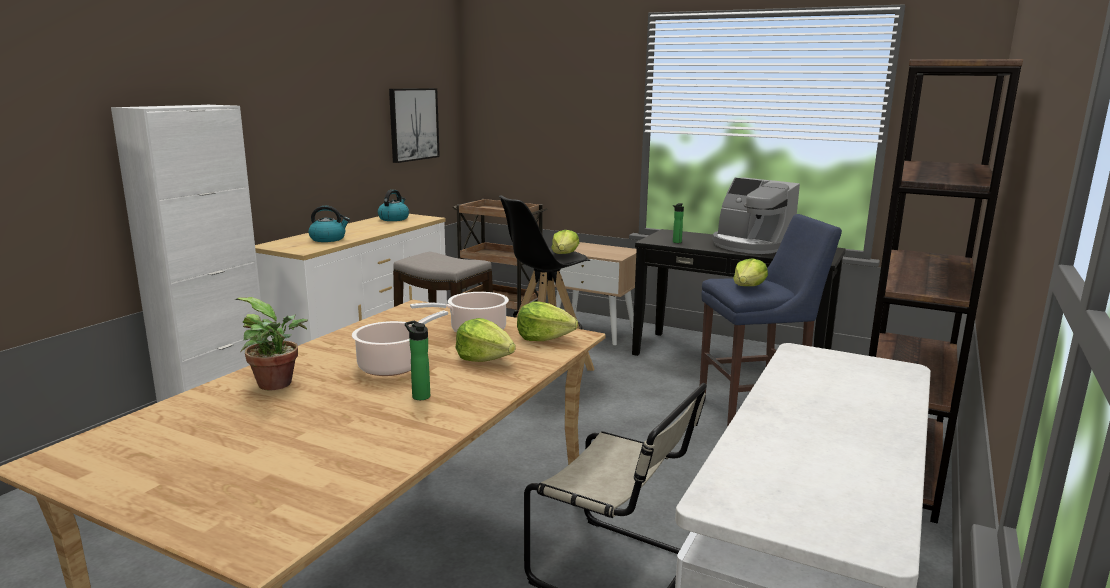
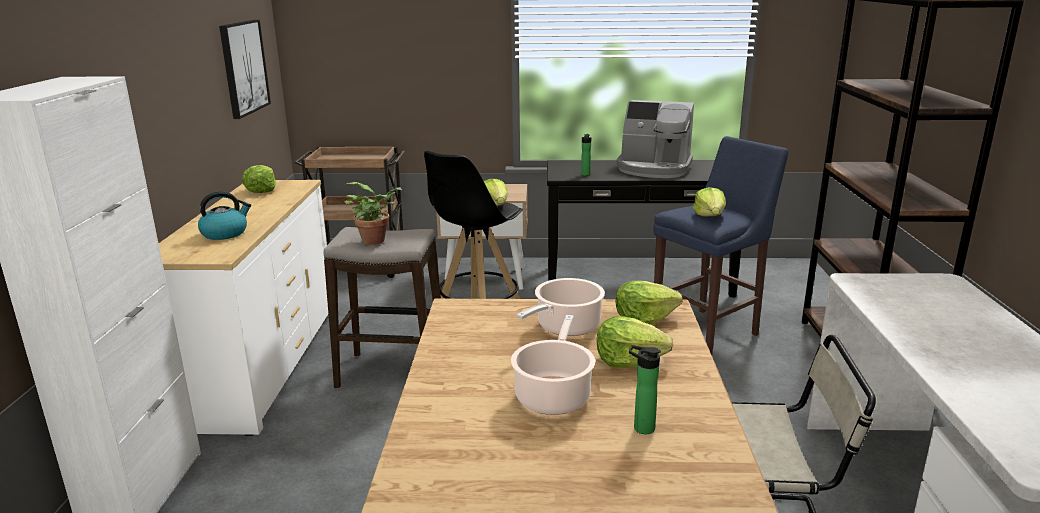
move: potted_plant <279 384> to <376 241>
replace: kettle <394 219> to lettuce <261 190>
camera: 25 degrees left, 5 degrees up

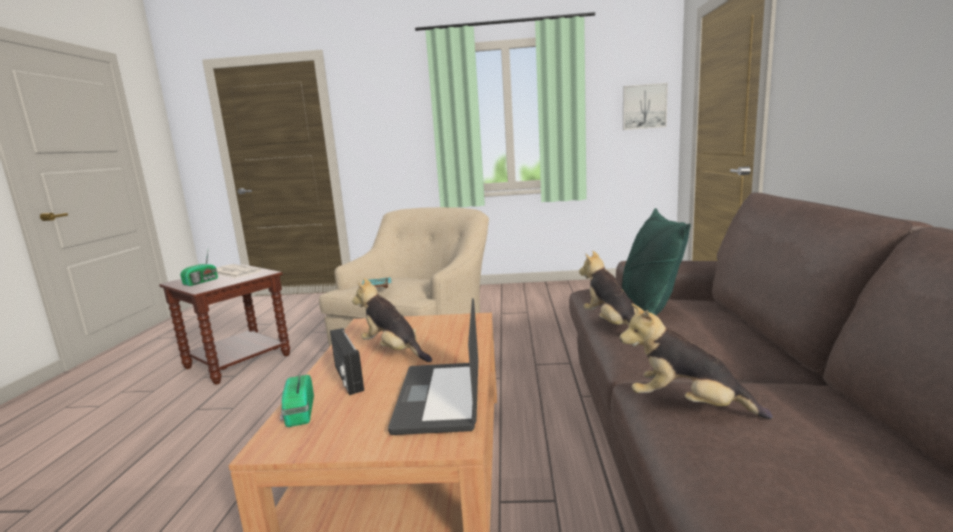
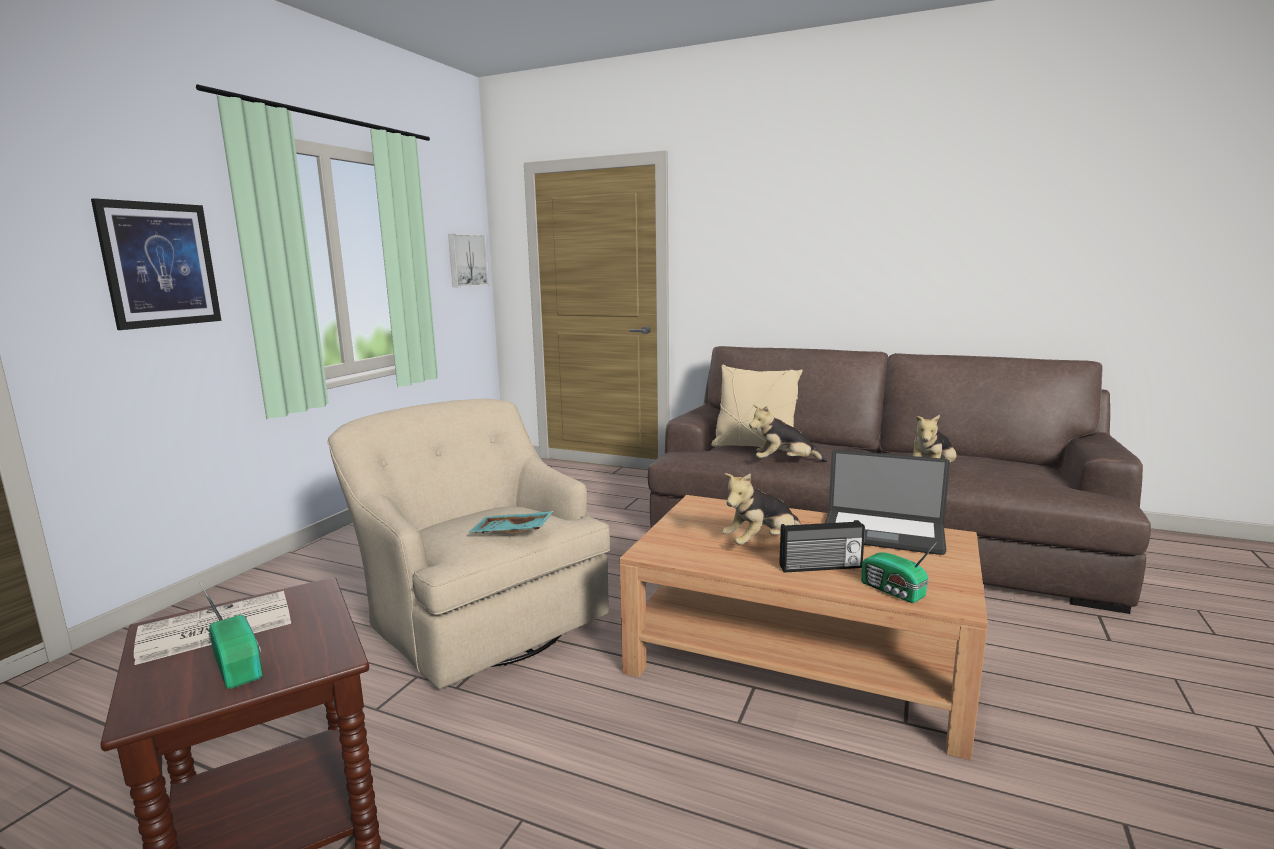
insert: picture <160 265>
recolor: green_pillow <648 306> to beige_pillow <754 447>
rotate: radio <298 413> = <893 591> 45 degrees clockwise
camera: 70 degrees left, 0 degrees up

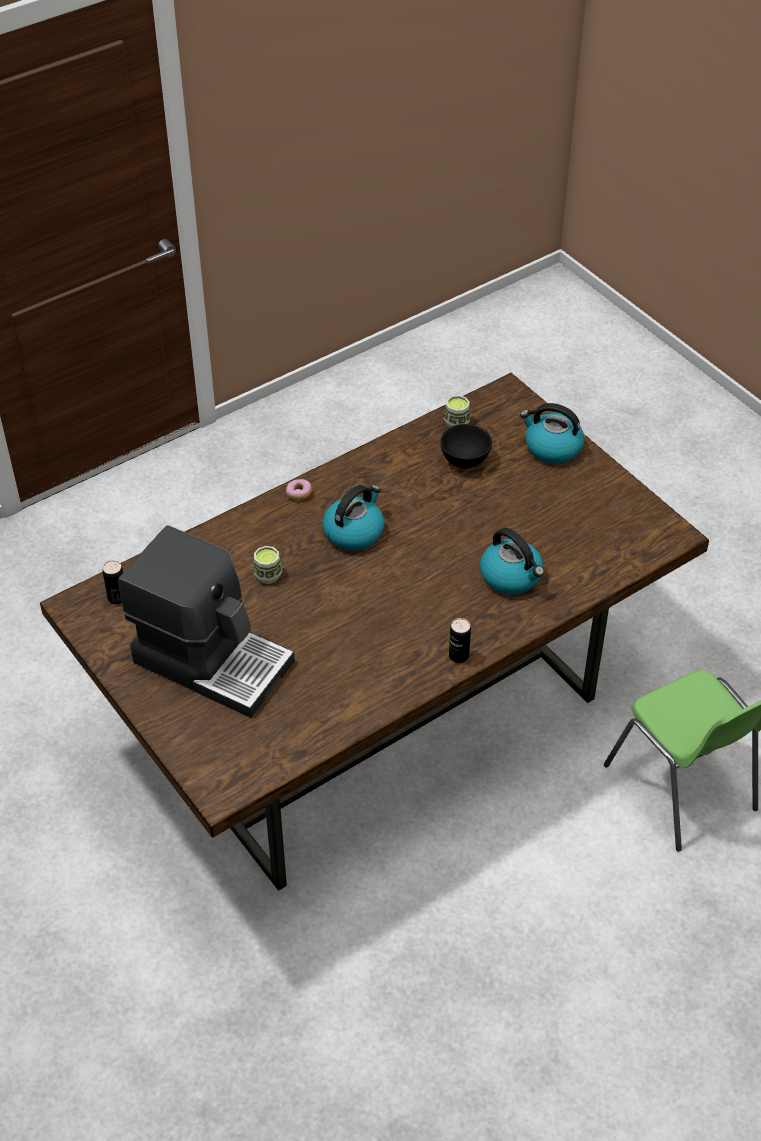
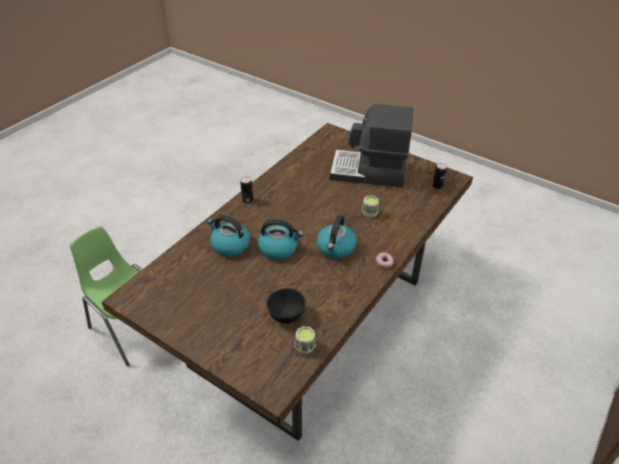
move: kettle <552 448> to <279 248>
camera: 160 degrees right, 5 degrees down

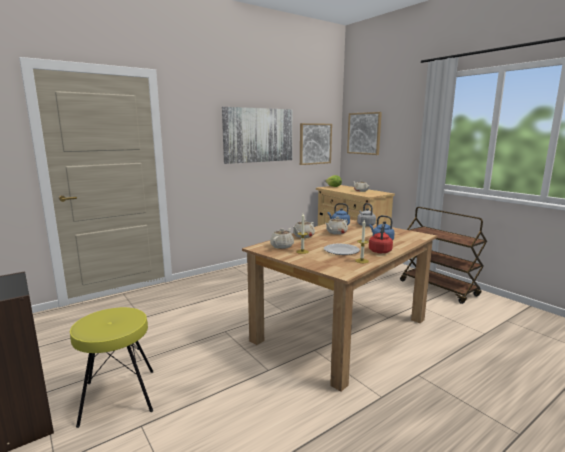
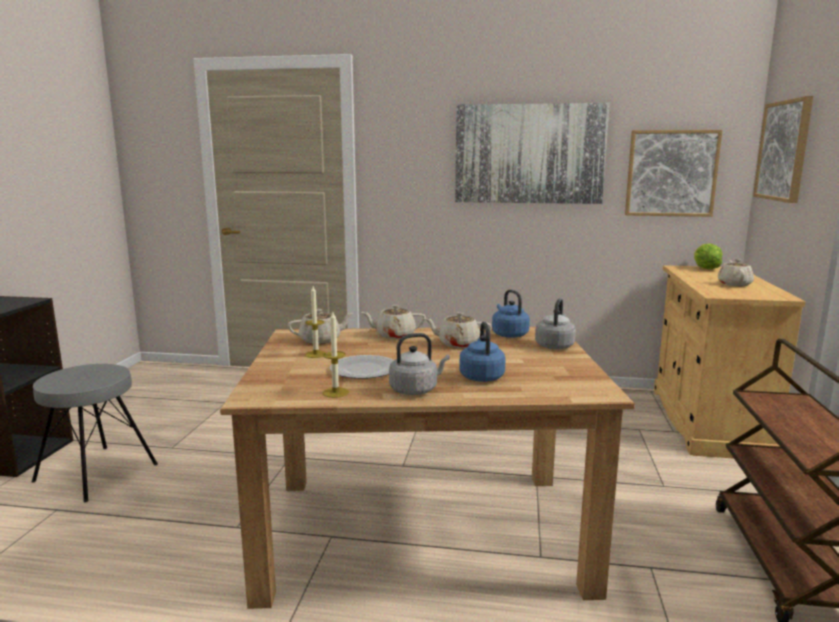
recolor: yellow_stool <118 396> to grey_stool <96 472>; red_kettle <380 251> to grey_kettle <416 390>
camera: 45 degrees right, 0 degrees up

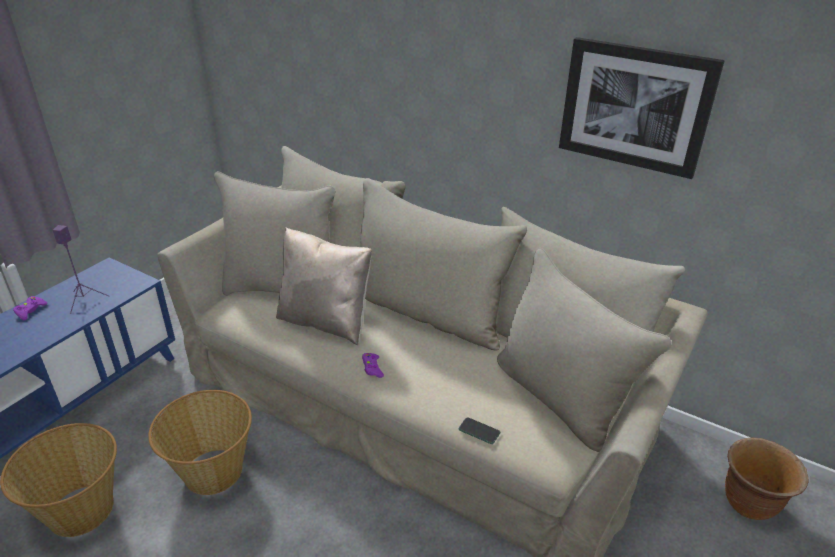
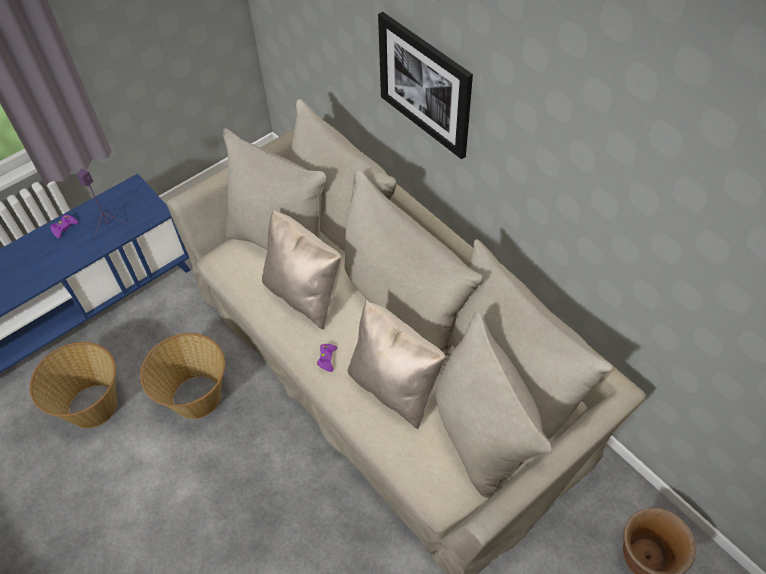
delete: phone <479 431>
insert: beige_pillow <394 386>
move: picture <635 107> to <425 85>
camera: 20 degrees right, 20 degrees up

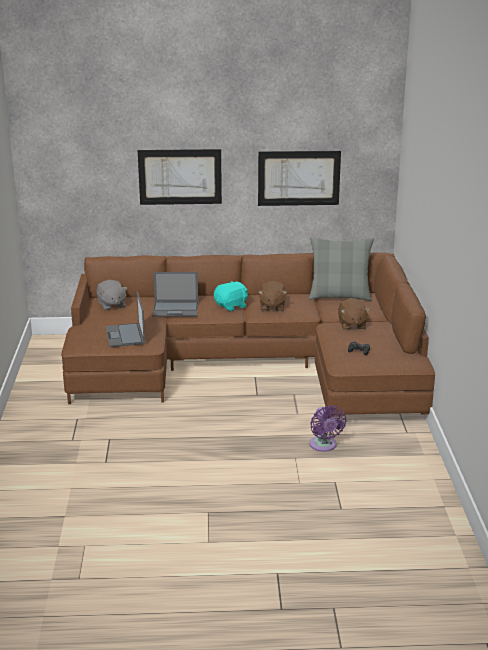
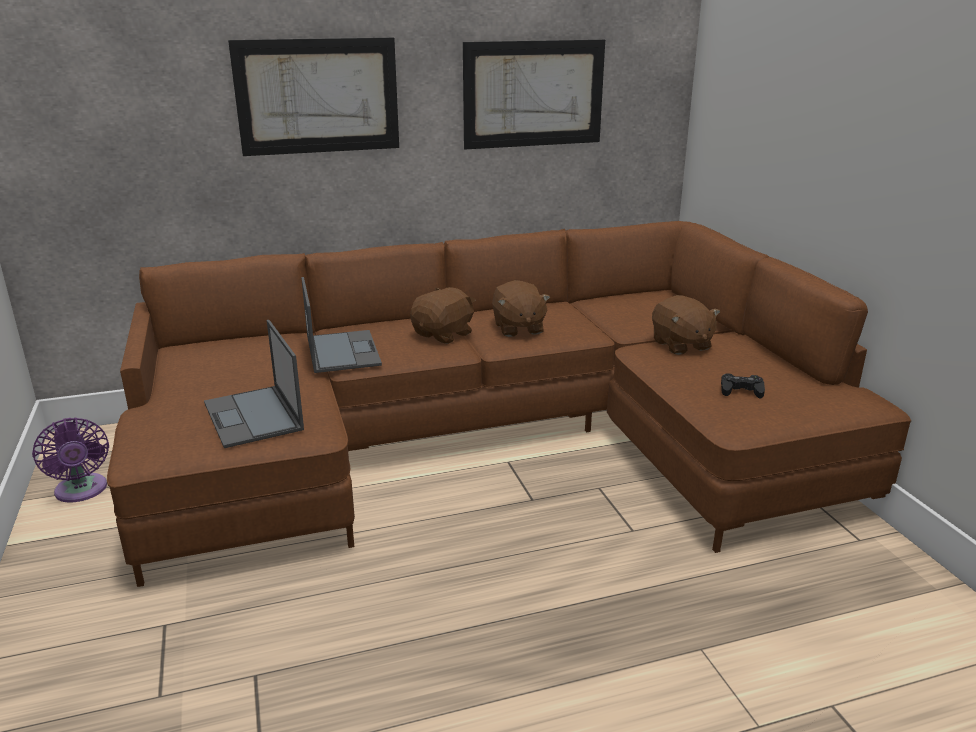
delete: grey_plush_toy <111 305>; grey_pillow <339 296>
move: purple_fan <324 446> to <81 491>
recolor: turquoise_plush_toy <231 306> to brown_plush_toy <444 334>
rotate: laptop <176 309> = <342 351> 90 degrees counterclockwise
camera: 15 degrees left, 0 degrees up

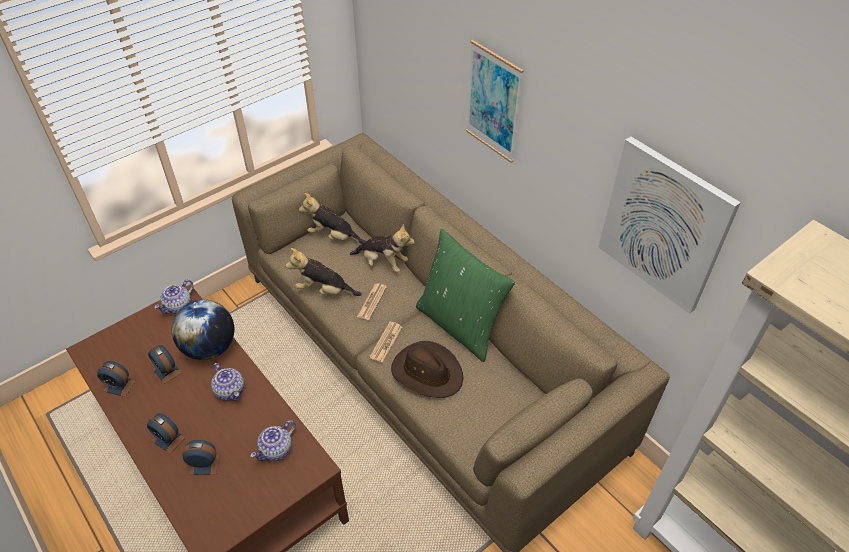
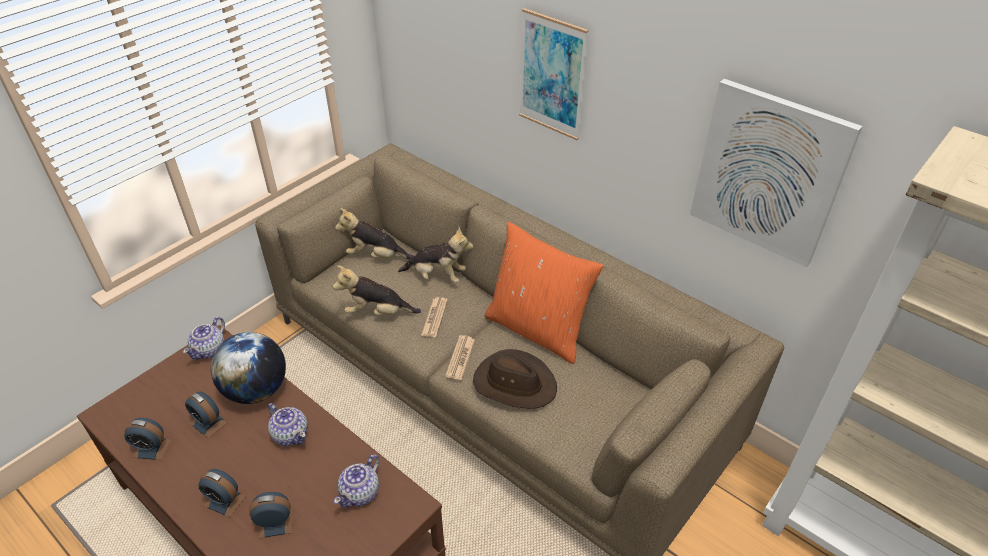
recolor: green_pillow <460 325> to orange_pillow <538 329>
camera: 10 degrees left, 5 degrees down

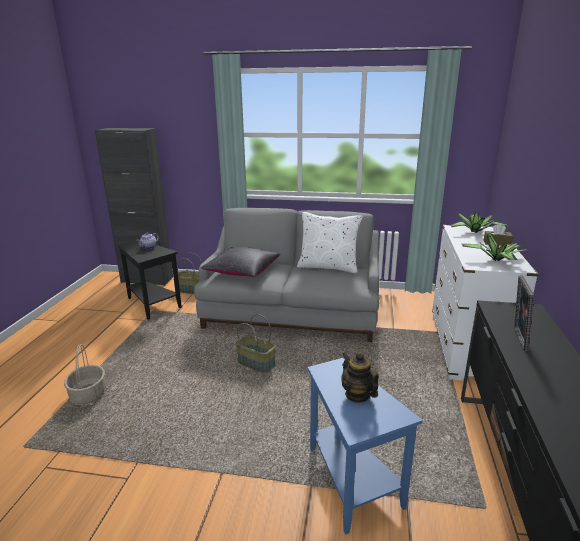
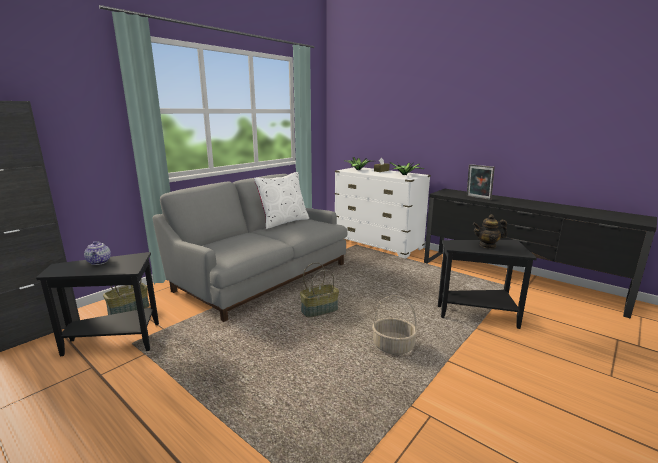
delete: black_pillow <242 271>
move: basket <88 394> to <393 346>
recolor: blue_side_table <351 484> to black_side_table <479 314>
camera: 60 degrees left, 5 degrees down

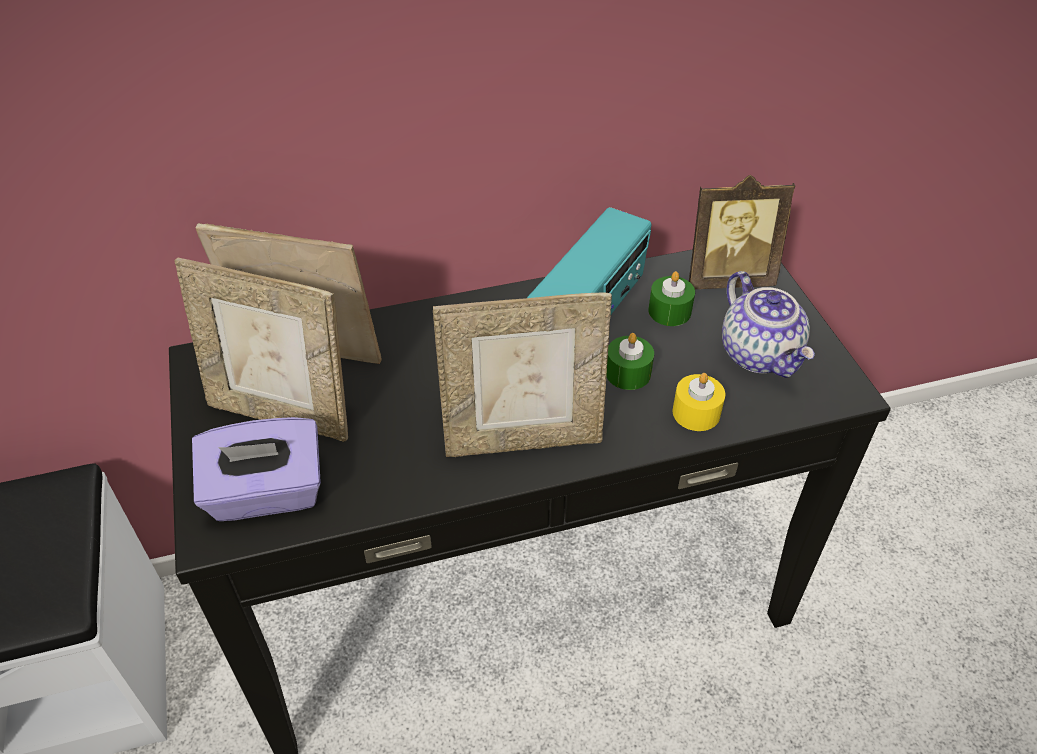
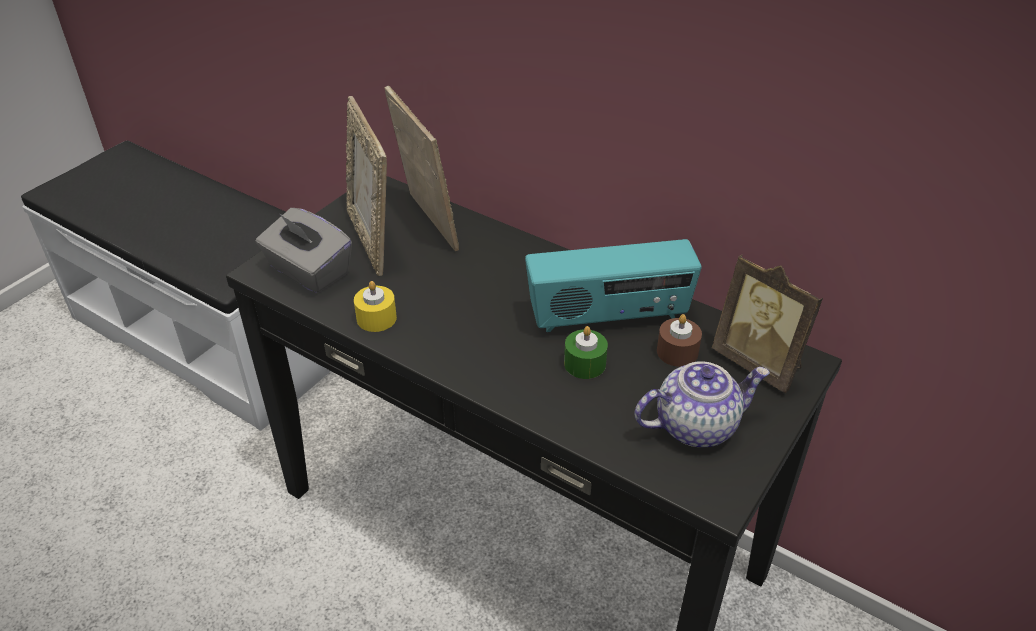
delete: picture_frame <523 439>
move: yellow_candle <696 413> to <376 318>
recolor: purple_tissue_box <267 494> to grey_tissue_box <308 271>; green_candle <669 311> to brown_candle <677 352>
rotate: teapot <760 354> = <696 425> 135 degrees counterclockwise
camera: 50 degrees right, 5 degrees down

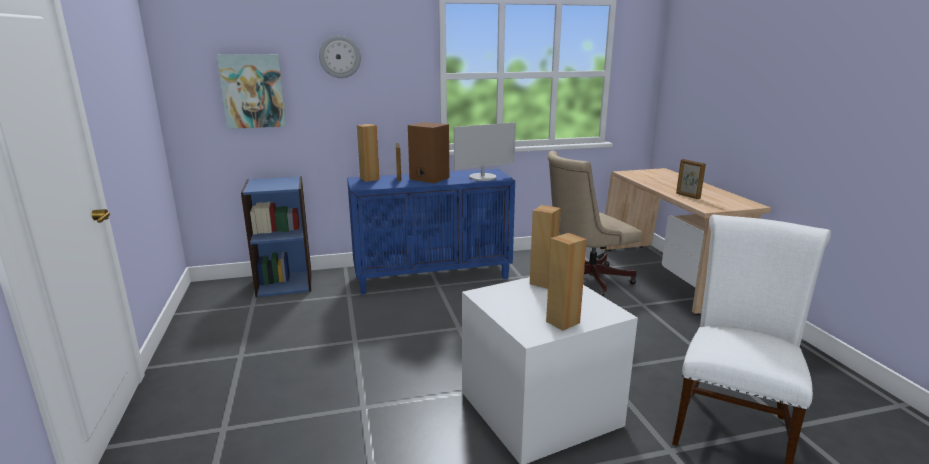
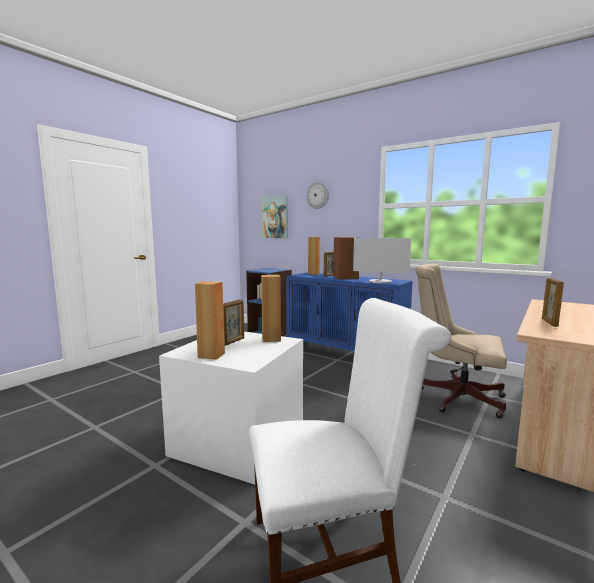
insert: picture_frame <233 342>
camera: 50 degrees right, 10 degrees down

